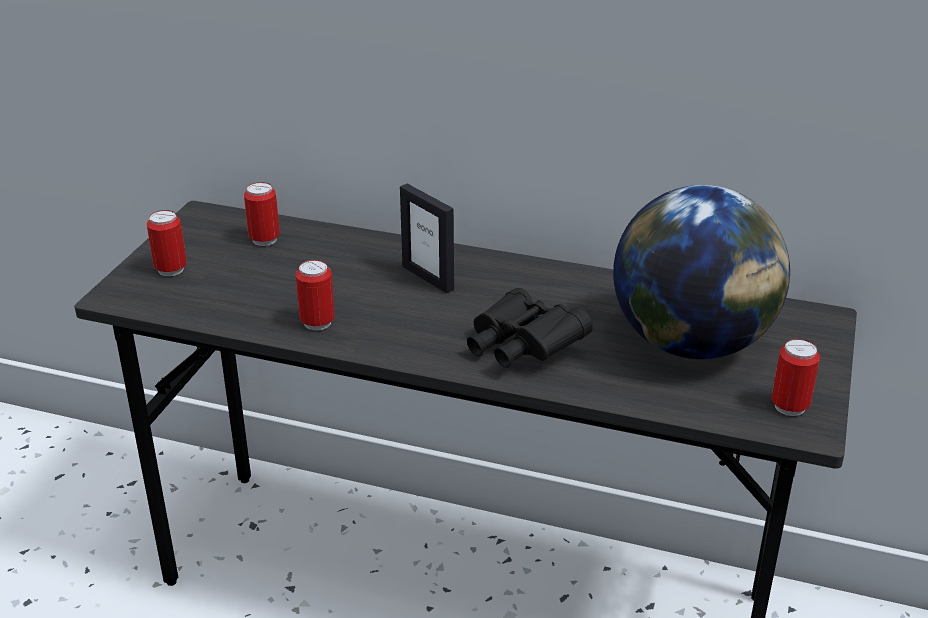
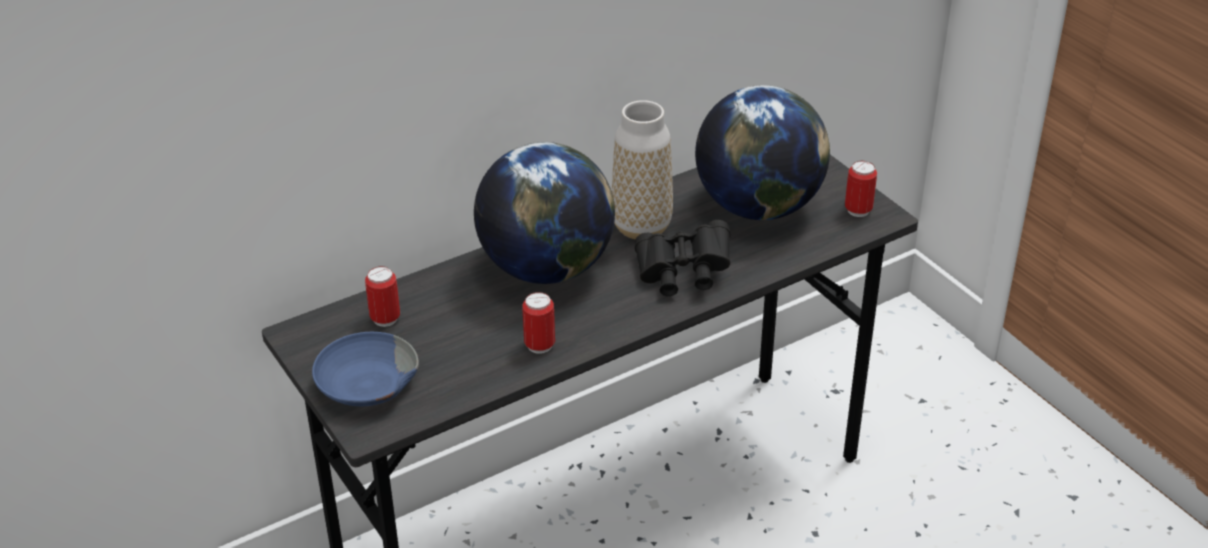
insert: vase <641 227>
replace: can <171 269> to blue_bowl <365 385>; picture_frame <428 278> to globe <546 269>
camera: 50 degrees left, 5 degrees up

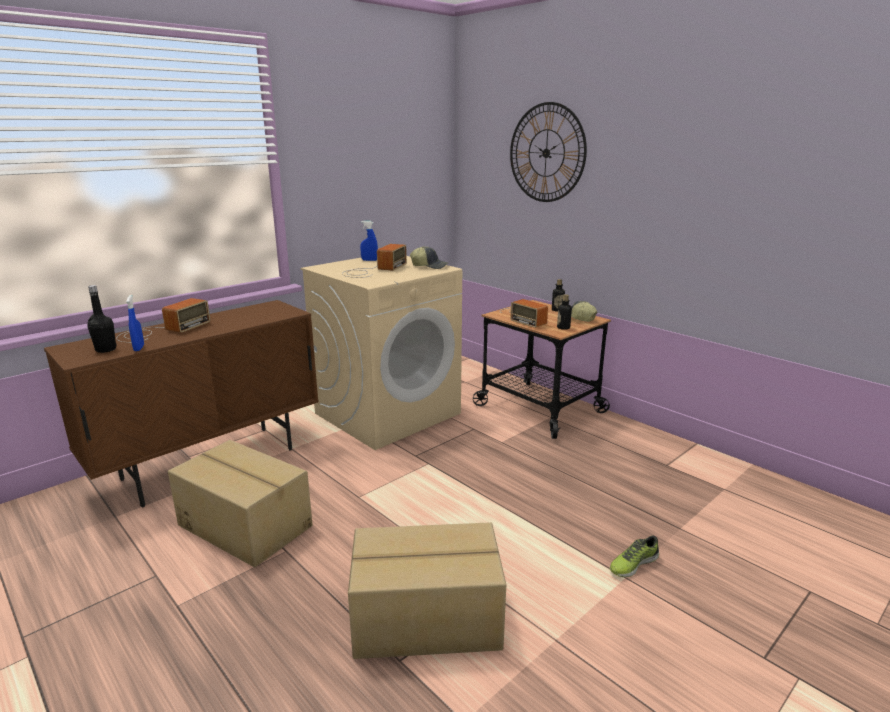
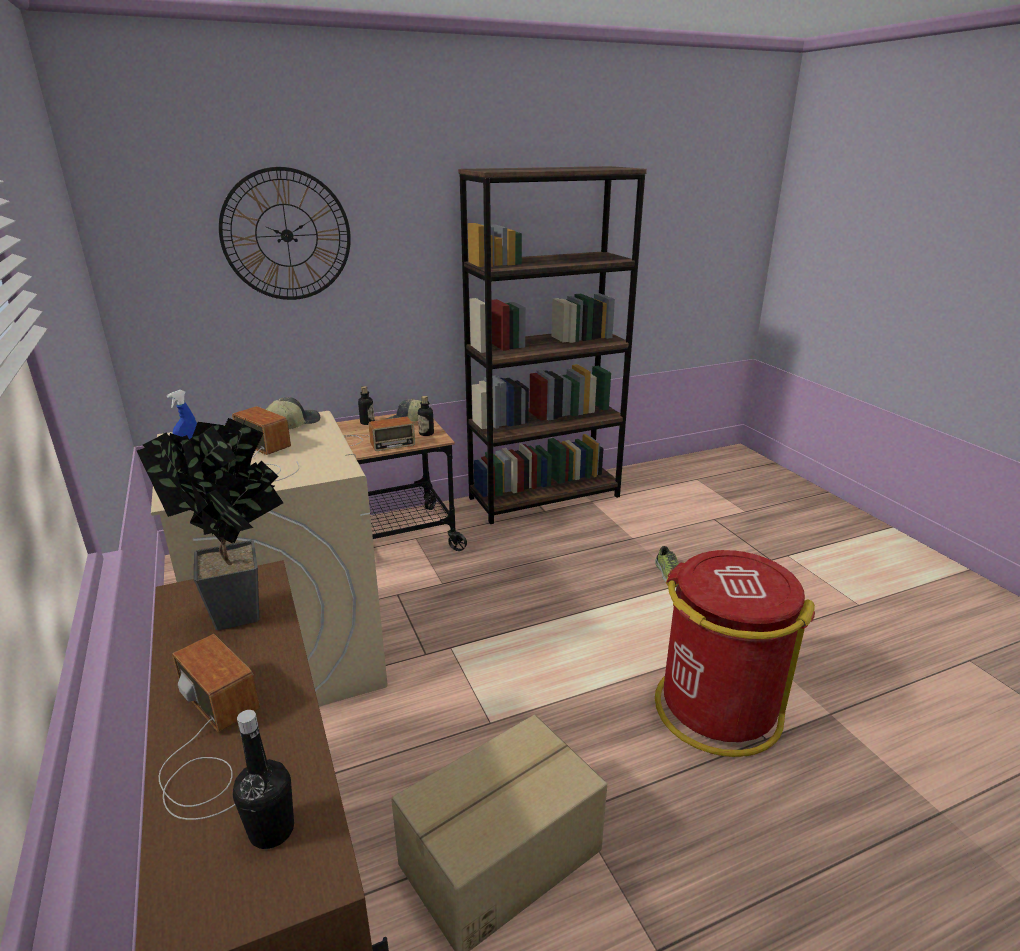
delete: blue_spray_bottle <139 348>
insert: potted_plant <246 615>; brown_bookcase <544 497>
replace: cardboard_box <427 619> to red_trash_can <716 709>
camera: 70 degrees left, 5 degrees up

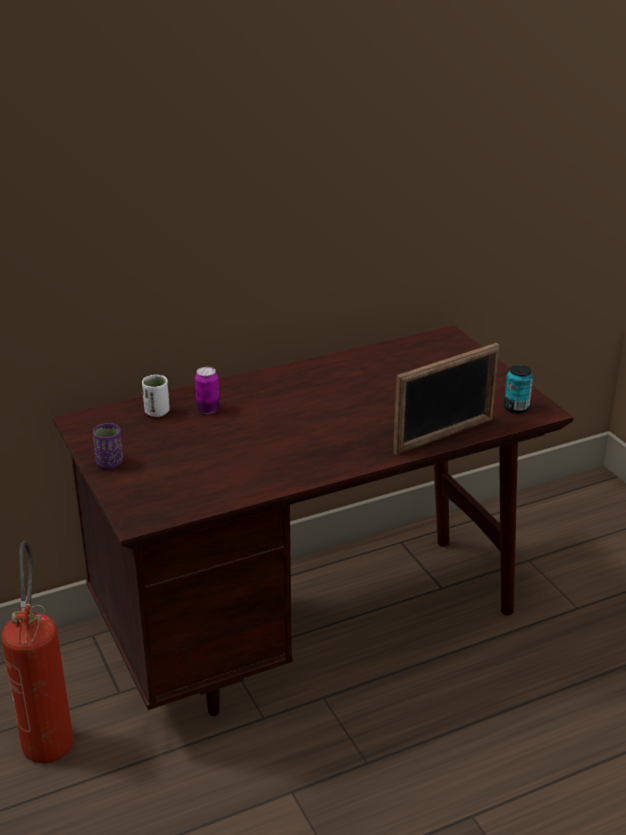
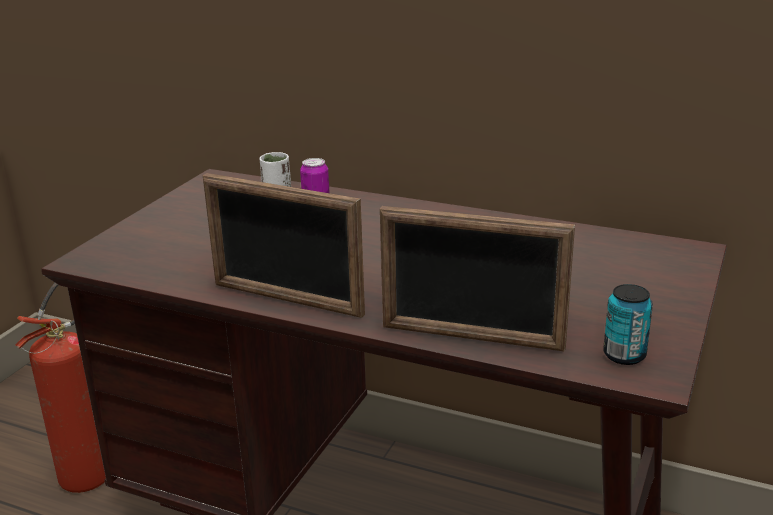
delete: purple_cup <110 463>
insert: picture_frame <287 299>
camera: 50 degrees right, 5 degrees down

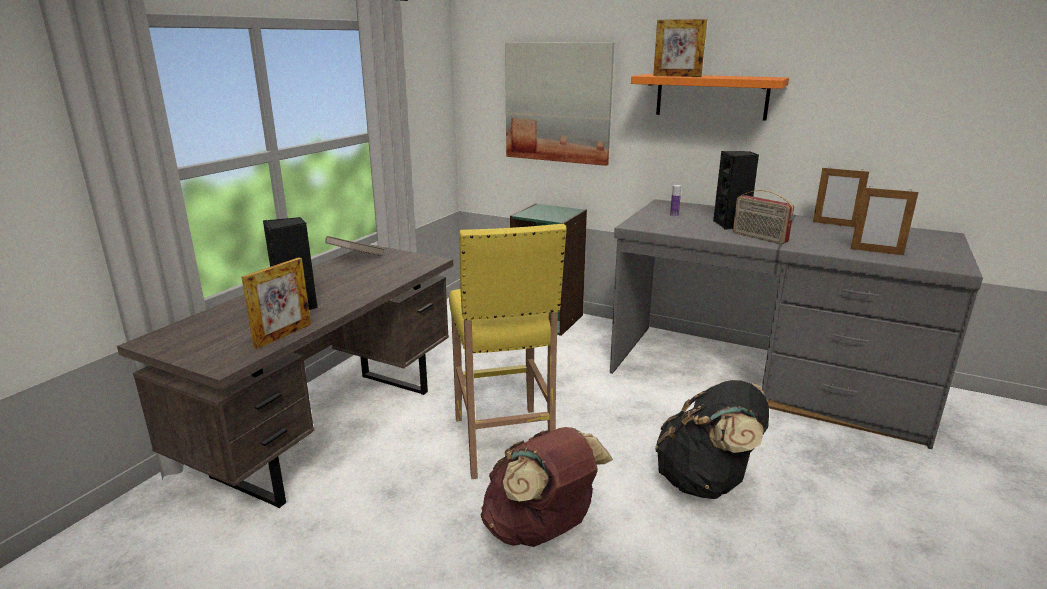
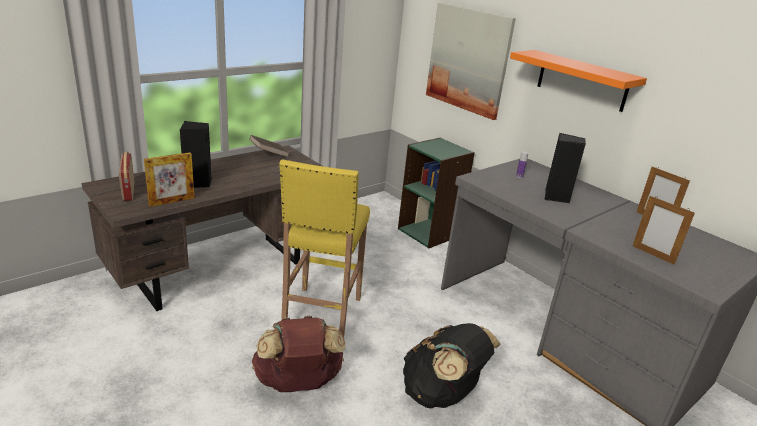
delete: picture_frame <677 76>
move: radio <759 238> to <128 191>
camera: 20 degrees right, 5 degrees up

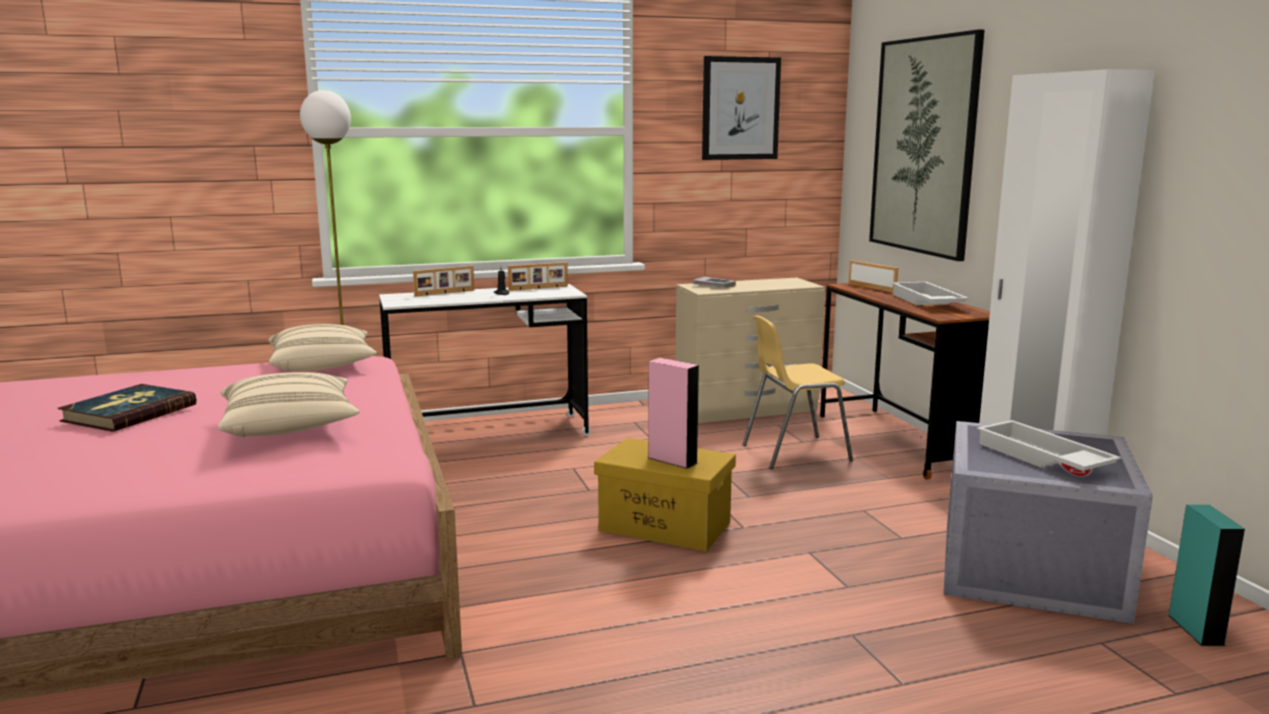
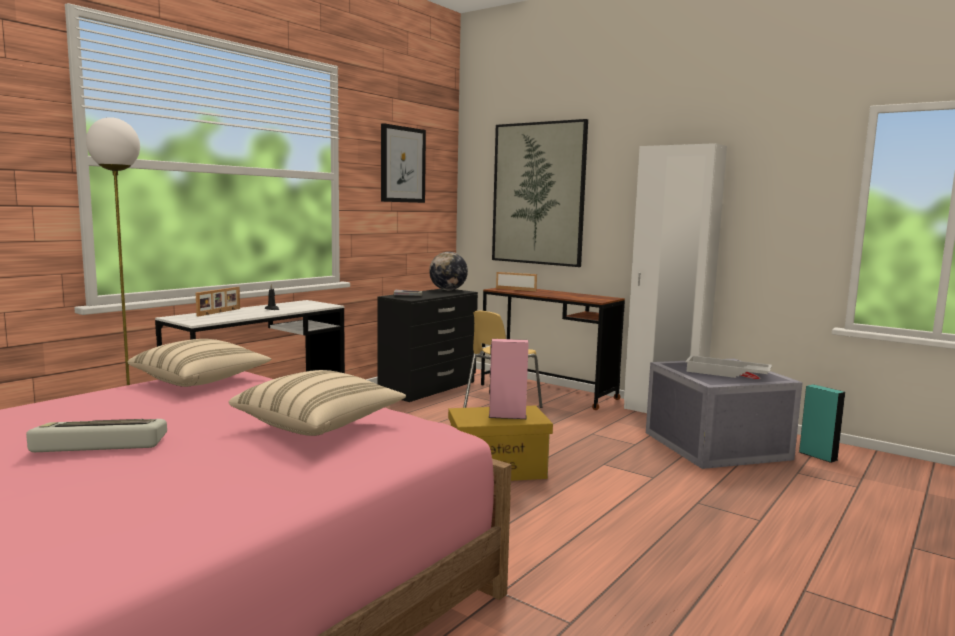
delete: picture_frame <538 288>; white_tray <925 302>
insert: globe <448 290>
replace: book <129 413> to keyboard <98 444>
recolor: beige_dresser <747 409> to black_dresser <429 388>
camera: 35 degrees left, 5 degrees down

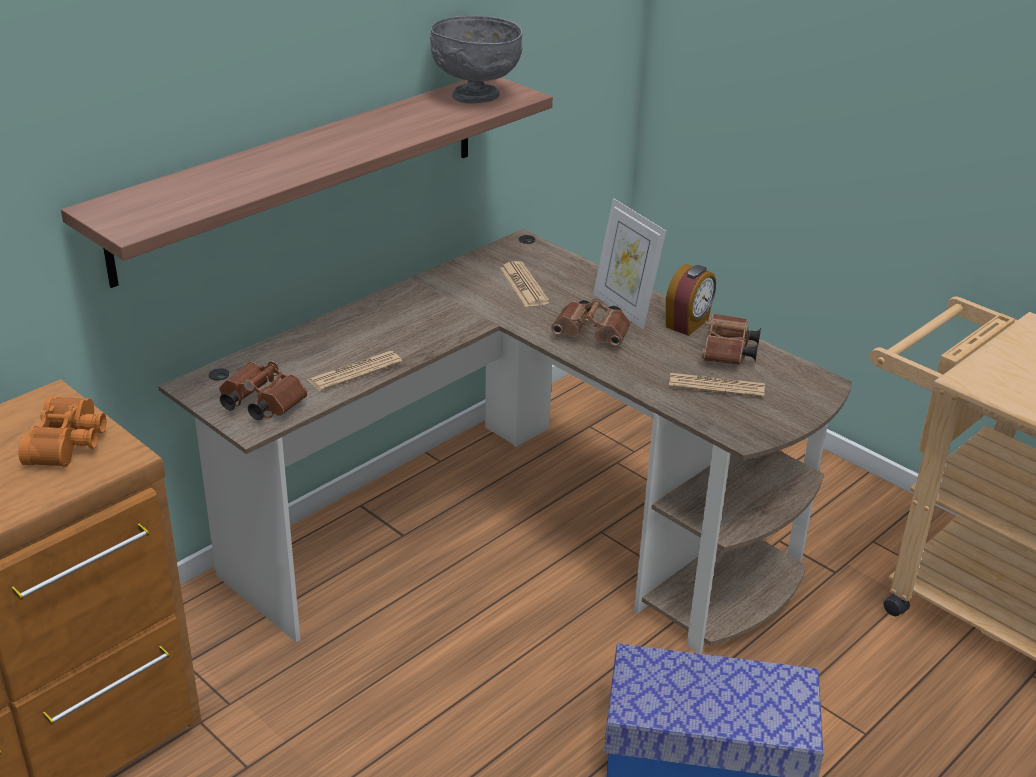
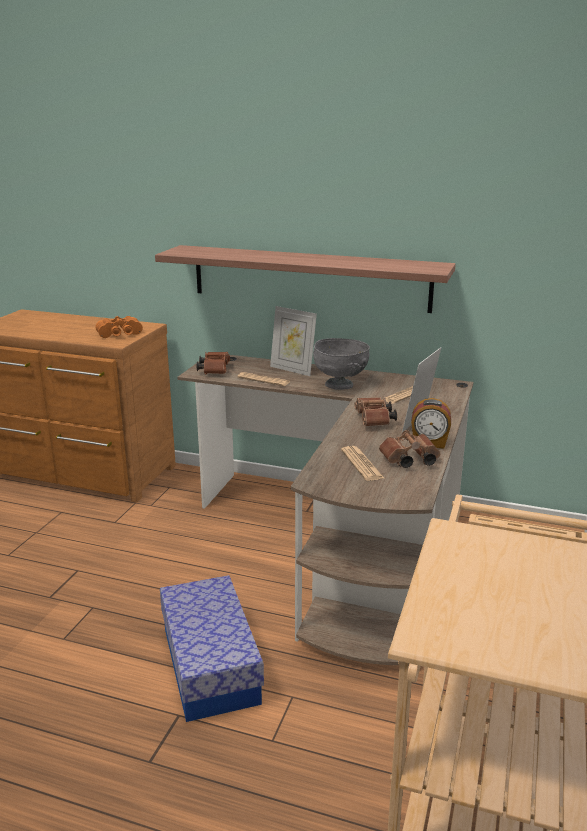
insert: picture_frame <292 369>
move: grey_bowl <476 96> to <340 386>
camera: 65 degrees right, 10 degrees down

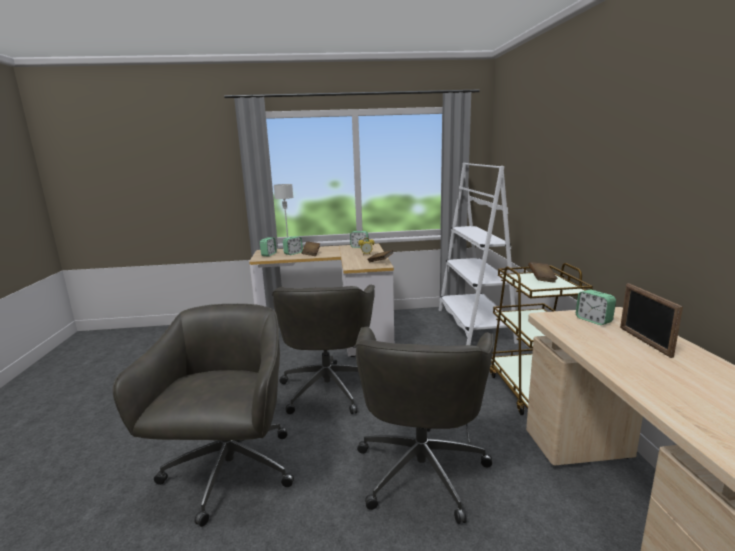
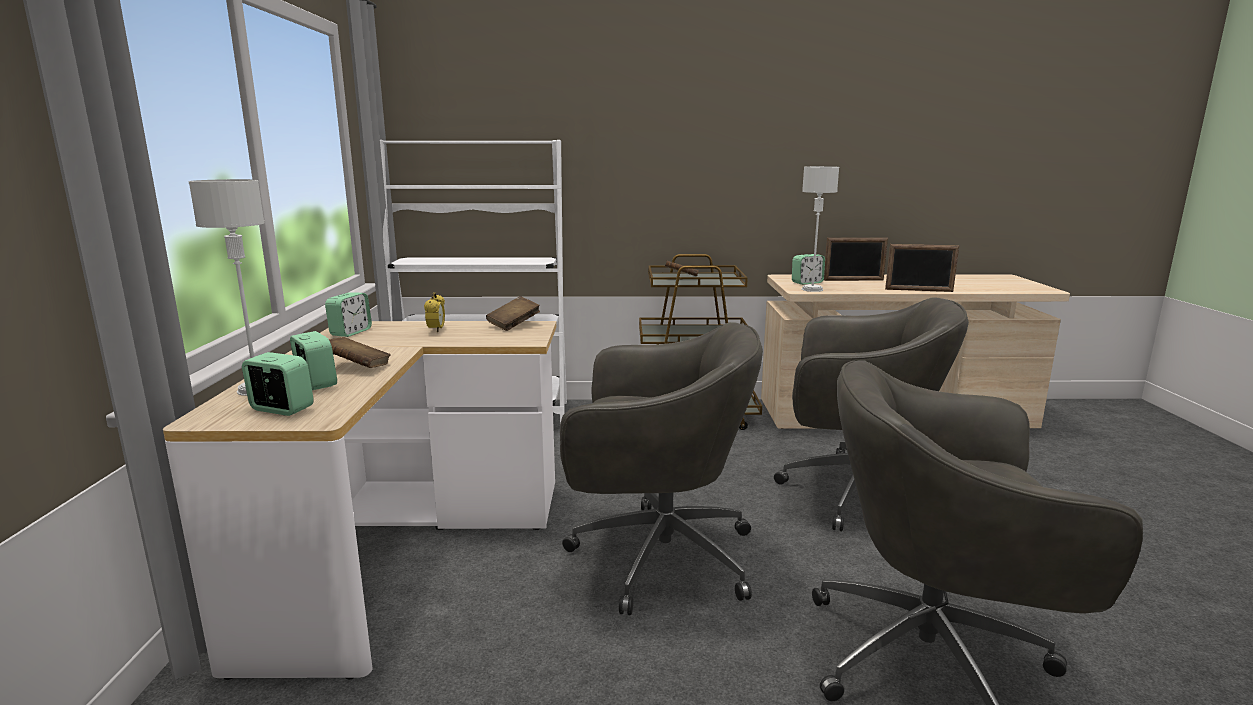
insert: grey_table_lamp <812 289>; picture_frame <919 290>
camera: 85 degrees left, 0 degrees up

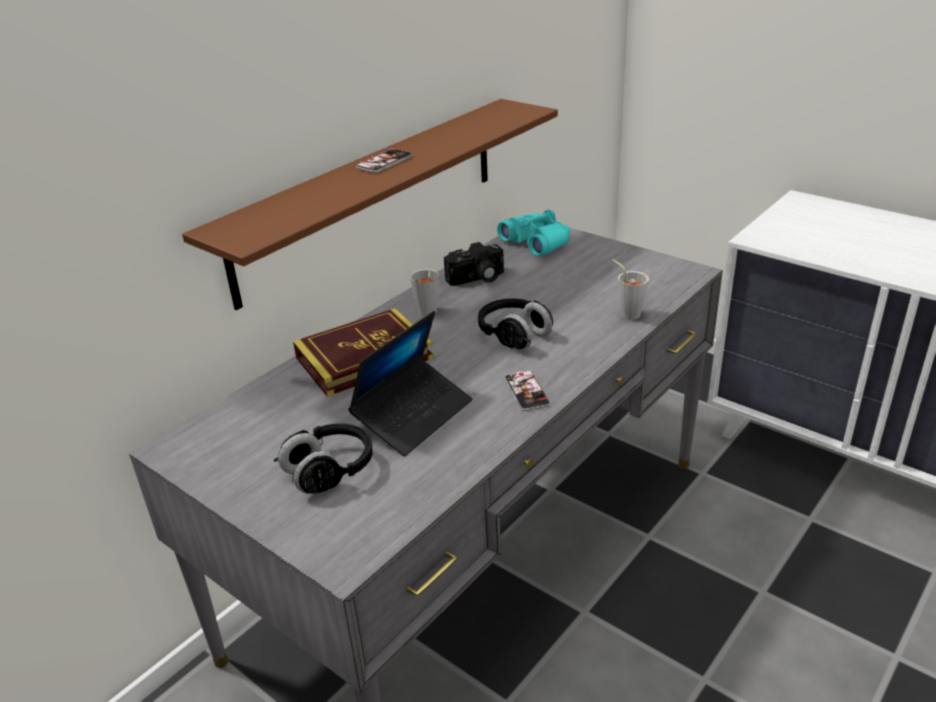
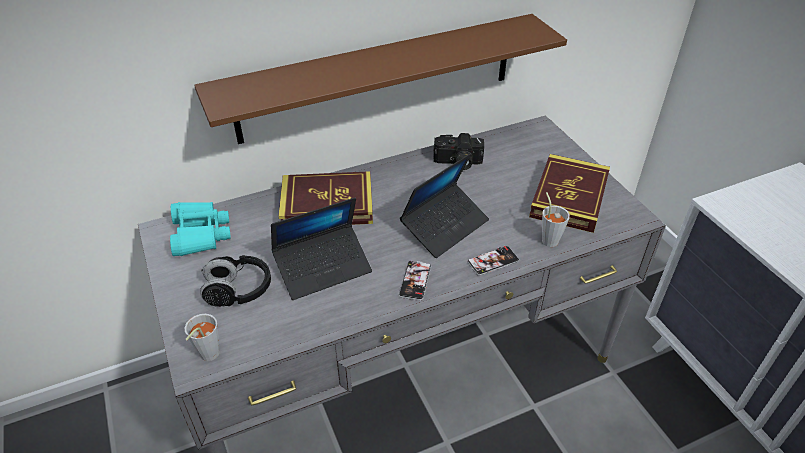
insert: book <569 197>
move: phone <384 162> to <493 261>; grey_cup <427 314> to <207 356>; turquoise_binoculars <537 242> to <200 234>
replace: black_headphones <514 335> to laptop <445 226>
camera: 25 degrees right, 10 degrees up

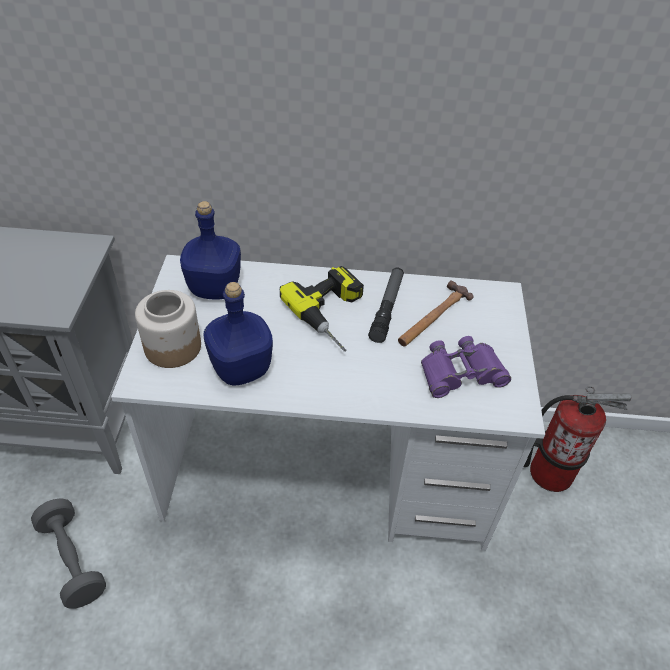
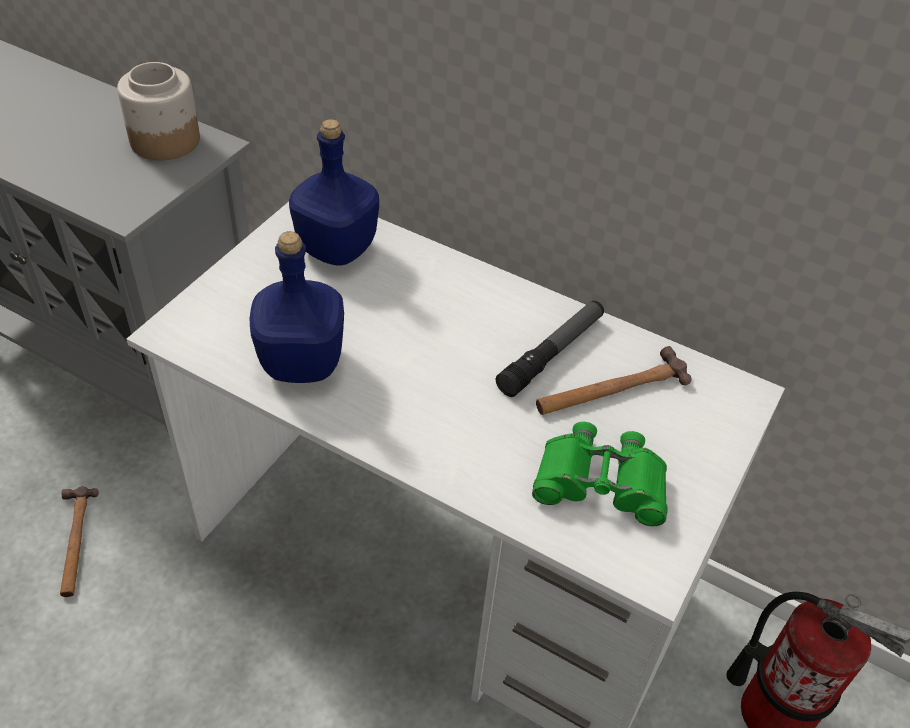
delete: power_drill <335 314>
move: jar <172 347> to <164 141>
replace: grey_dumbbell <72 560> to hammer <74 542>
recolor: purple_binoculars <460 373> to green_binoculars <600 482>
camera: 25 degrees right, 0 degrees up

